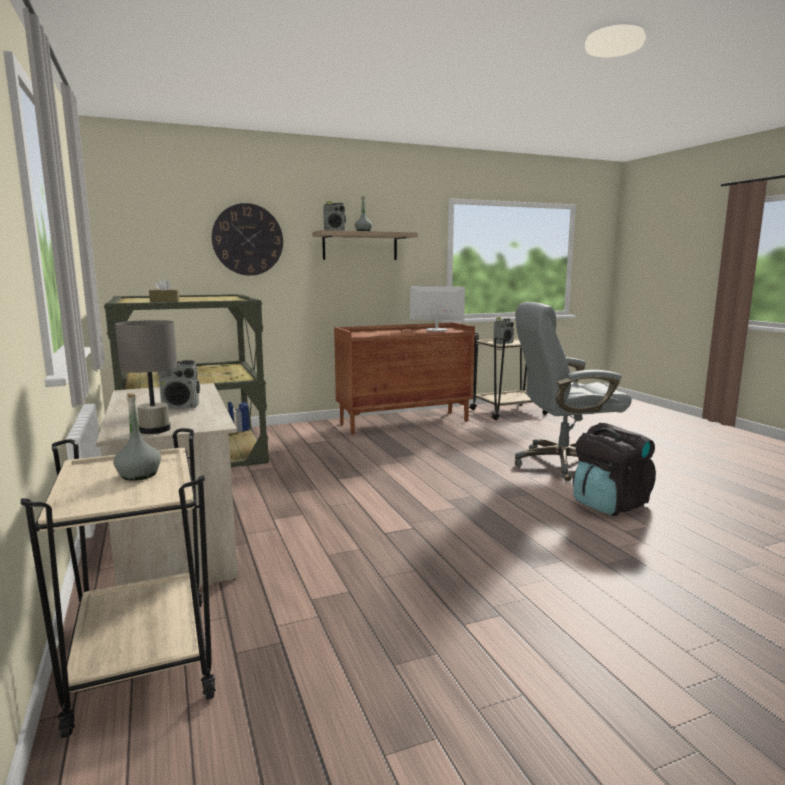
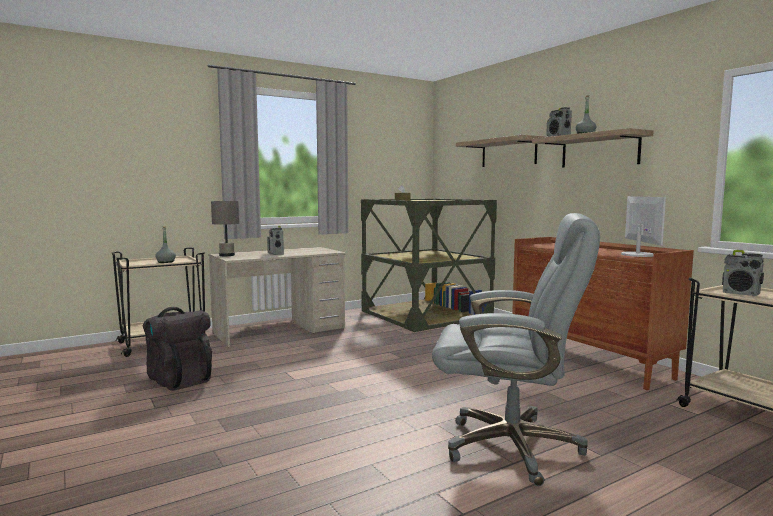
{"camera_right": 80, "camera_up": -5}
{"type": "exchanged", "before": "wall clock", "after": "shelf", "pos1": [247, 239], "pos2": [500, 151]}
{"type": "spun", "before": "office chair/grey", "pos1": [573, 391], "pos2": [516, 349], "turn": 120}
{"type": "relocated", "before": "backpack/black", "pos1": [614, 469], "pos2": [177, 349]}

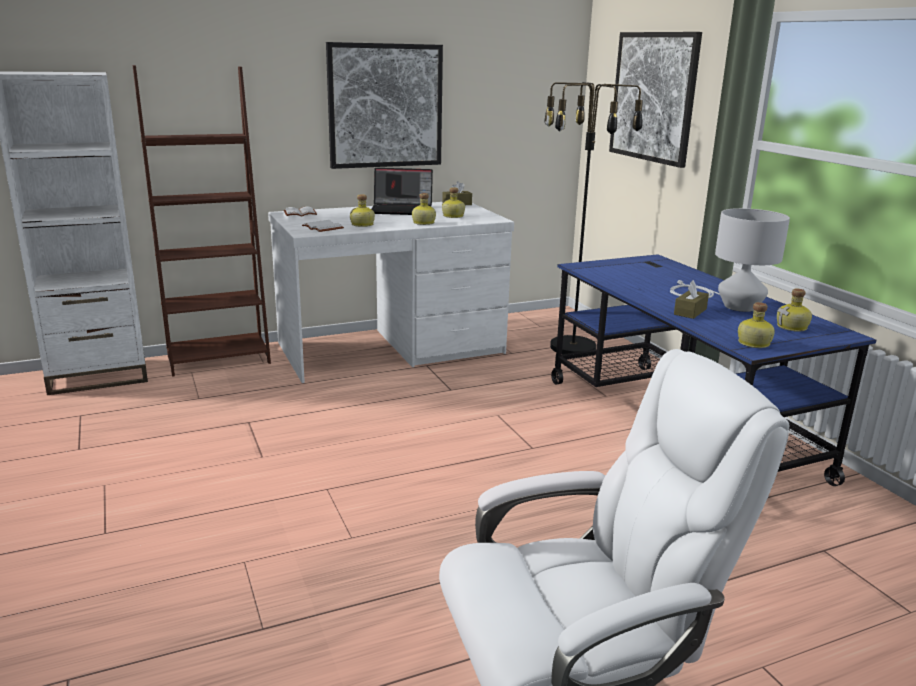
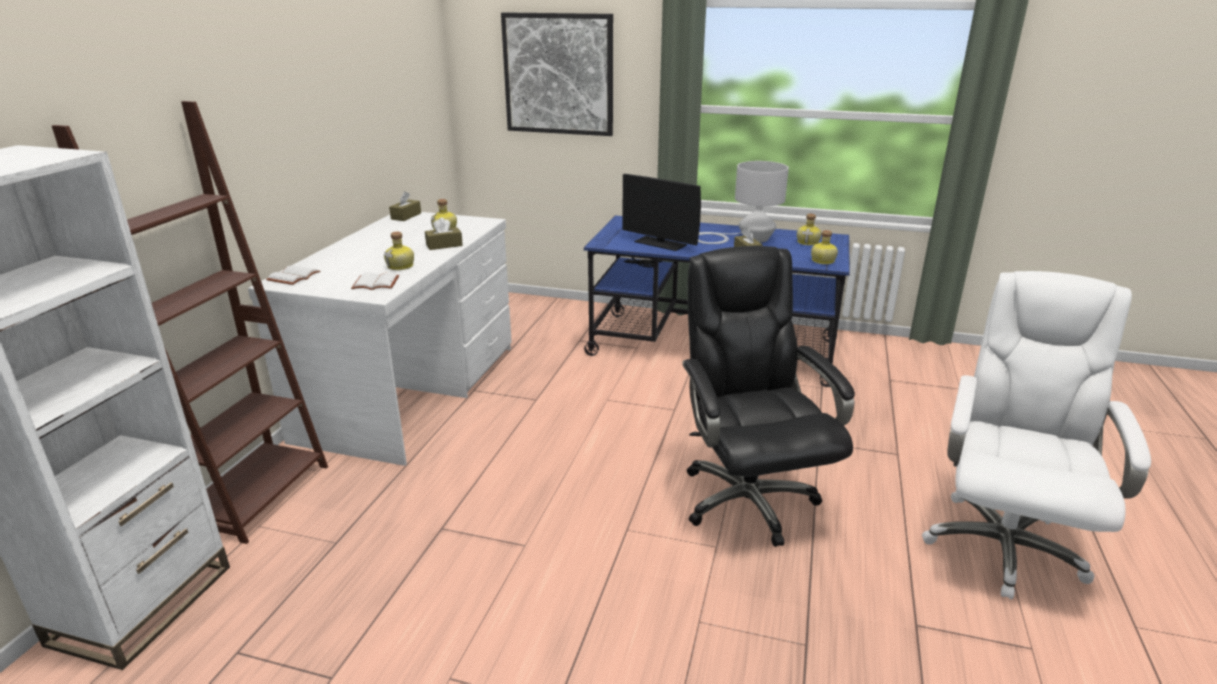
{"camera_right": -50, "camera_up": 5}
{"type": "missing", "before": "picture", "pos1": [384, 105]}
{"type": "missing", "before": "floor lamp", "pos1": [594, 218]}
{"type": "missing", "before": "laptop", "pos1": [402, 191]}
{"type": "exchanged", "before": "bottle", "after": "tissue box/brown", "pos1": [424, 209], "pos2": [444, 233]}
{"type": "appeared", "after": "monitor", "pos2": [661, 212]}
{"type": "appeared", "after": "office chair/black", "pos2": [769, 396]}

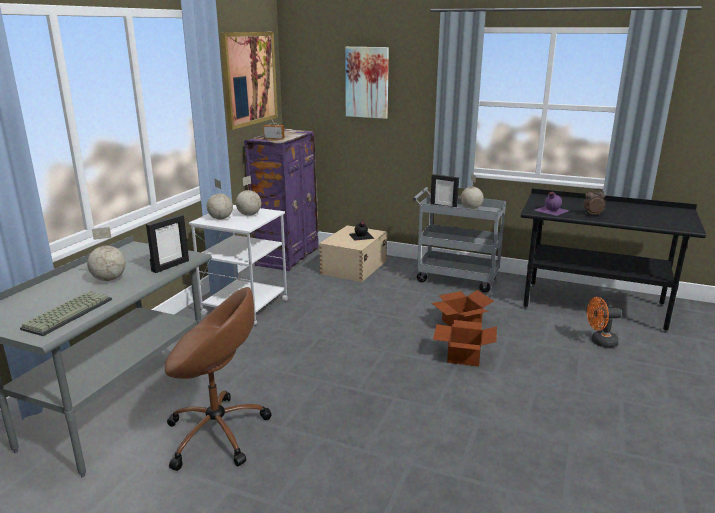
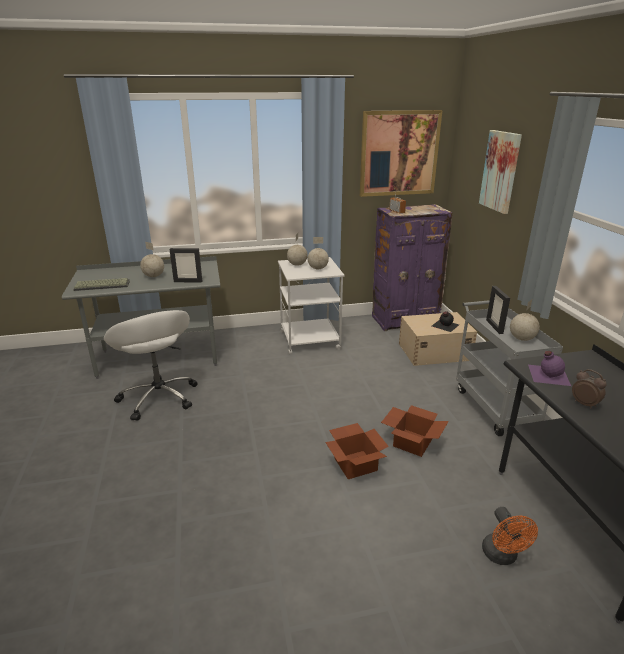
{"camera_right": 55, "camera_up": 5}
{"type": "colour", "before": "office chair/brown", "after": "office chair/white", "pos1": [218, 379], "pos2": [151, 365]}
{"type": "spun", "before": "fan/orange", "pos1": [604, 322], "pos2": [510, 536], "turn": -150}

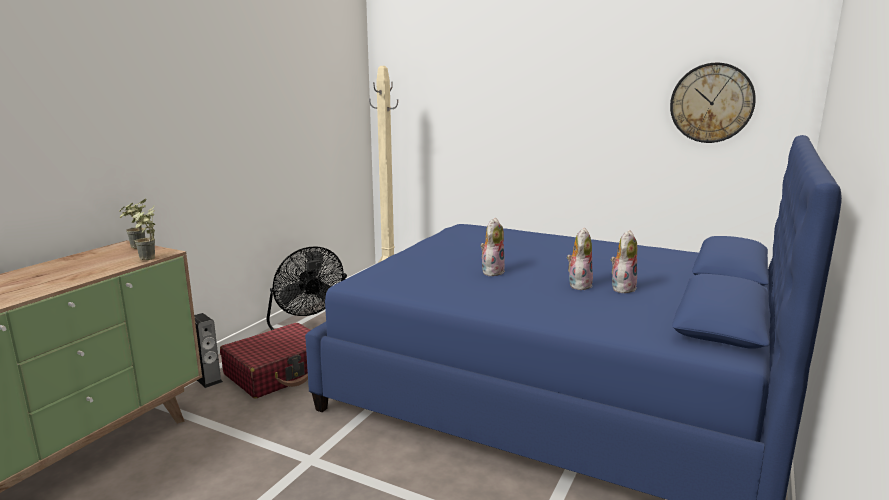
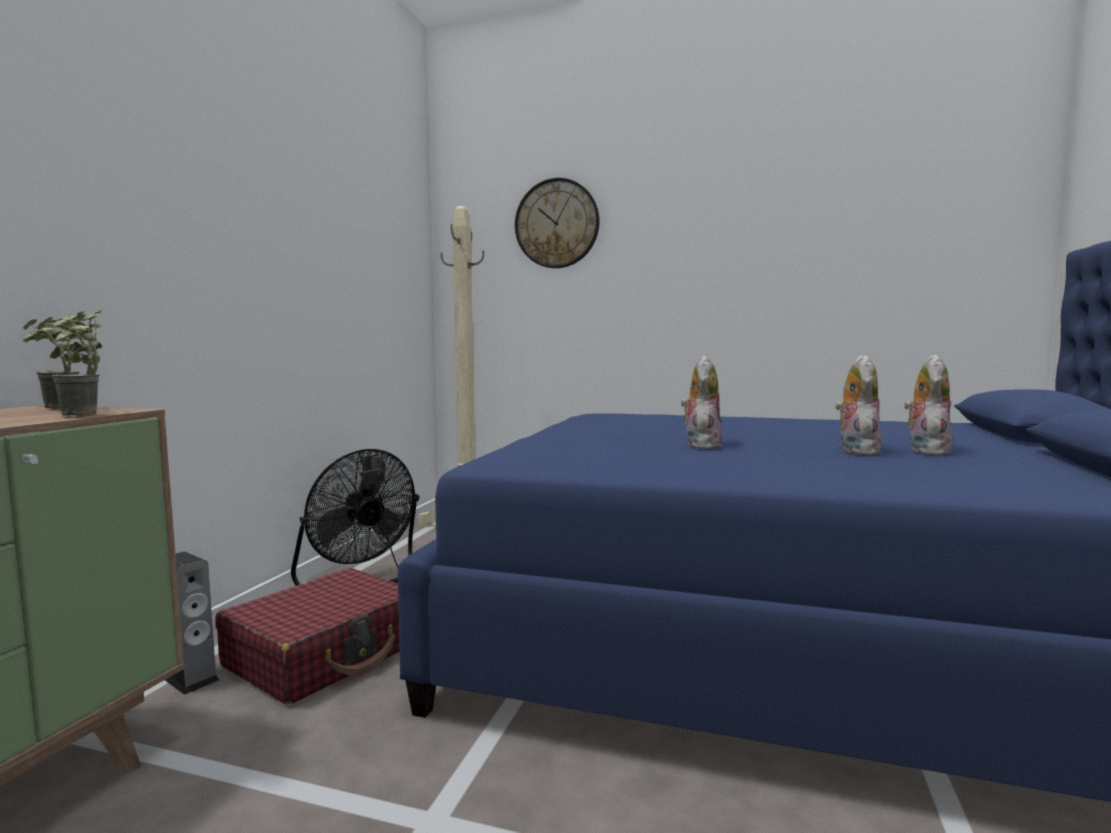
{"camera_right": -10, "camera_up": -10}
{"type": "relocated", "before": "wall clock", "pos1": [713, 102], "pos2": [557, 223]}

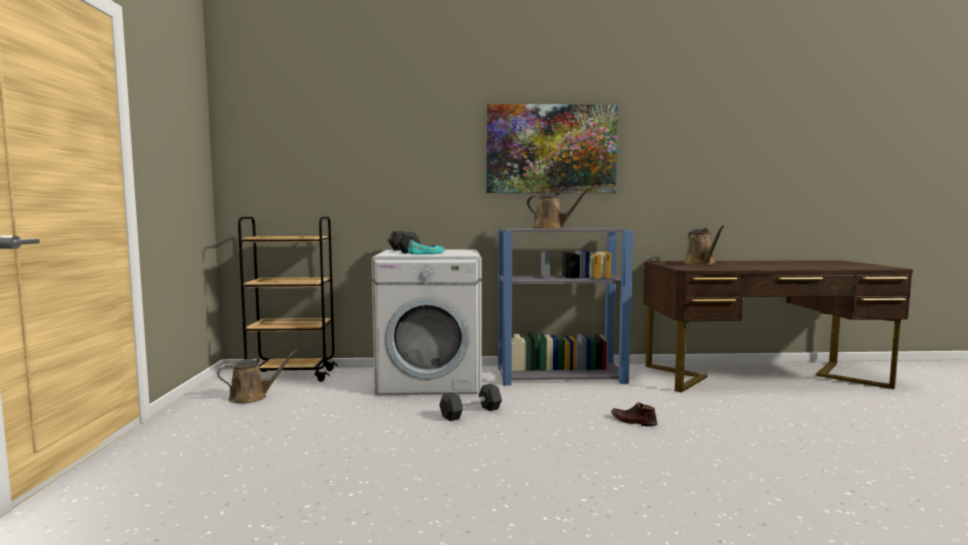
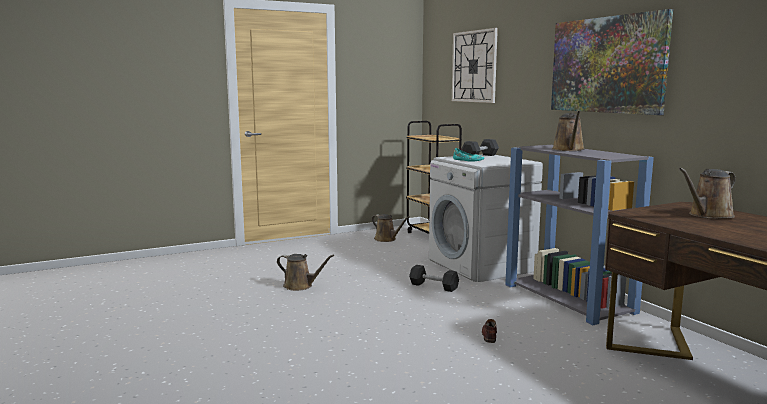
{"camera_right": 65, "camera_up": 5}
{"type": "appeared", "after": "wall clock", "pos2": [475, 65]}
{"type": "appeared", "after": "watering can/brown", "pos2": [305, 272]}

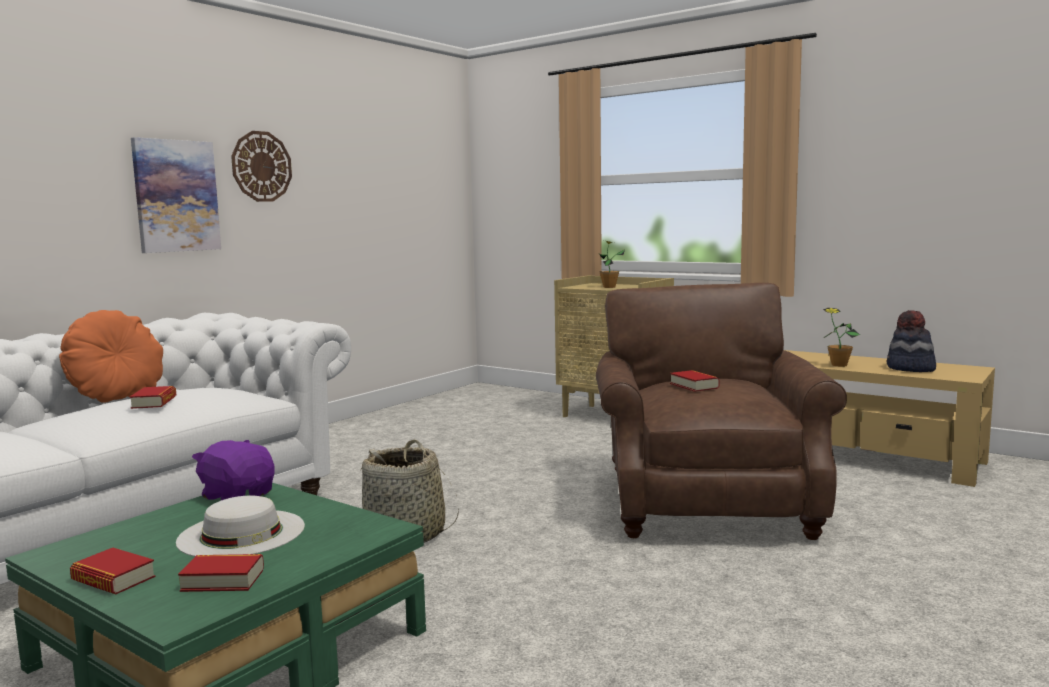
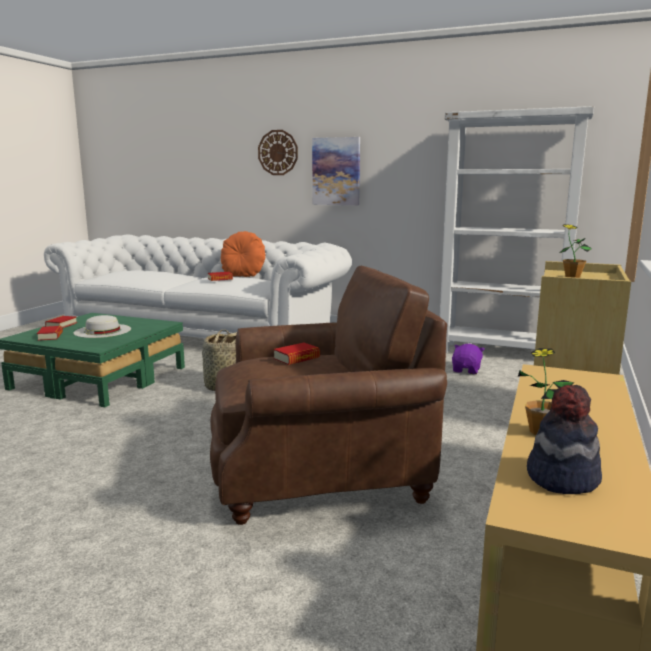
{"camera_right": 75, "camera_up": 5}
{"type": "relocated", "before": "wall clock", "pos1": [261, 166], "pos2": [278, 152]}
{"type": "relocated", "before": "plush toy/purple", "pos1": [233, 470], "pos2": [468, 359]}
{"type": "appeared", "after": "bookcase/white", "pos2": [517, 229]}

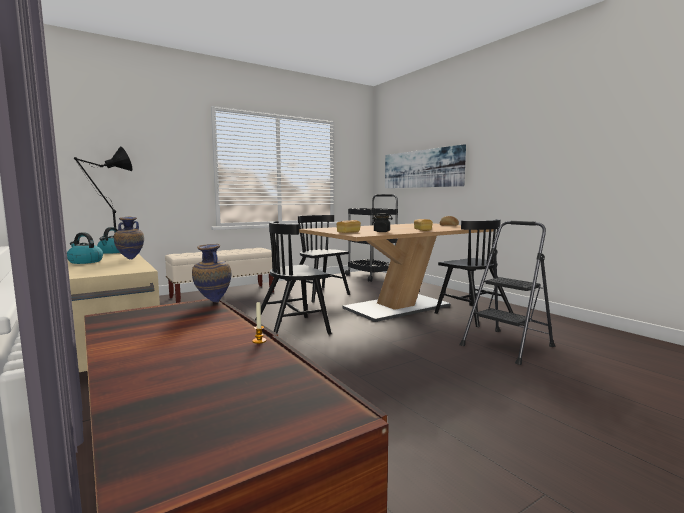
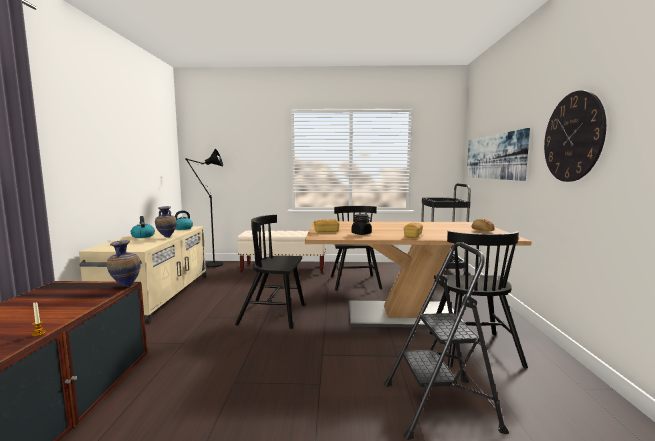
{"camera_right": 35, "camera_up": 0}
{"type": "appeared", "after": "wall clock", "pos2": [575, 136]}

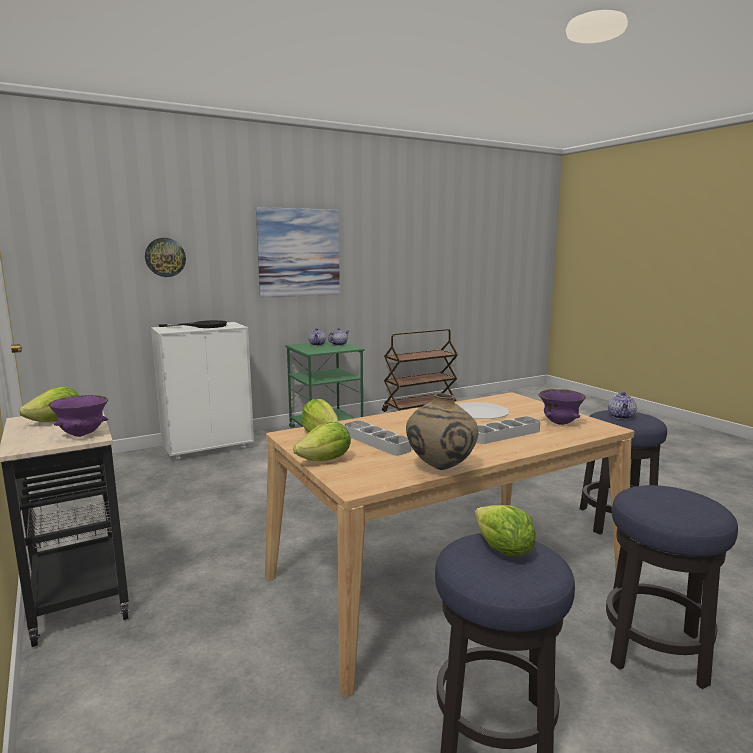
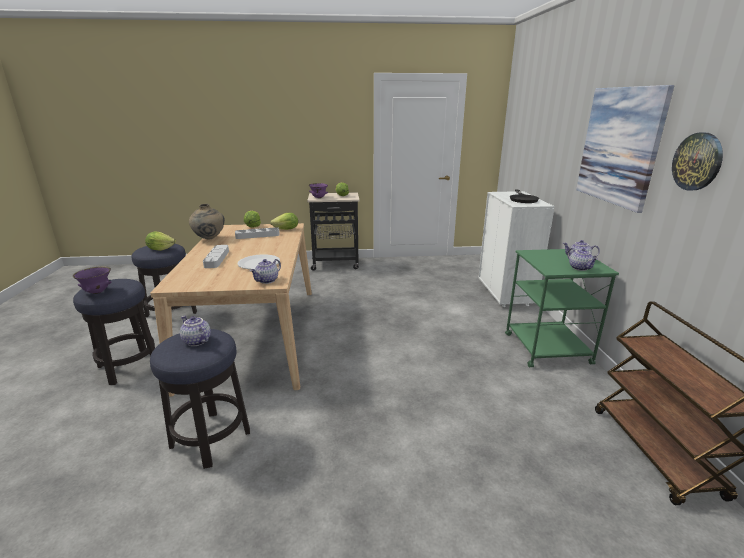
{"camera_right": 115, "camera_up": 10}
{"type": "relocated", "before": "wall clock", "pos1": [165, 257], "pos2": [697, 161]}
{"type": "relocated", "before": "bowl/purple", "pos1": [562, 407], "pos2": [92, 280]}
{"type": "appeared", "after": "teapot", "pos2": [265, 271]}

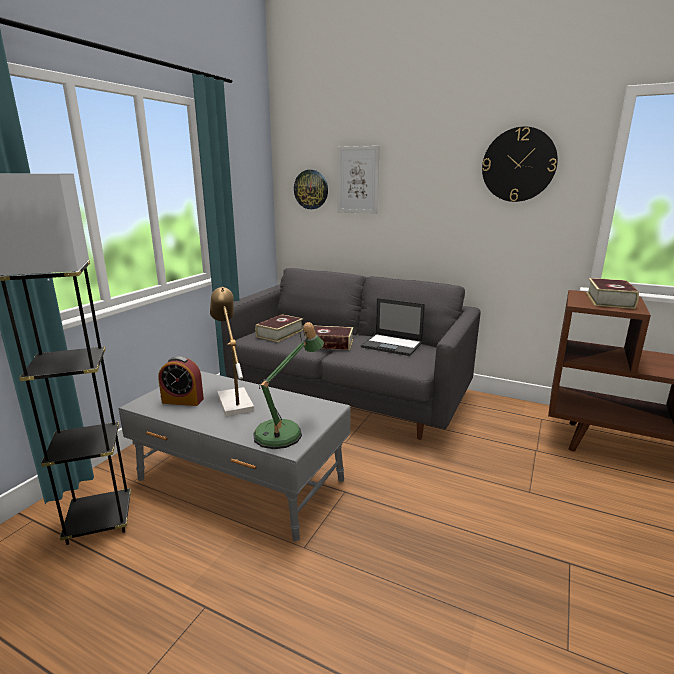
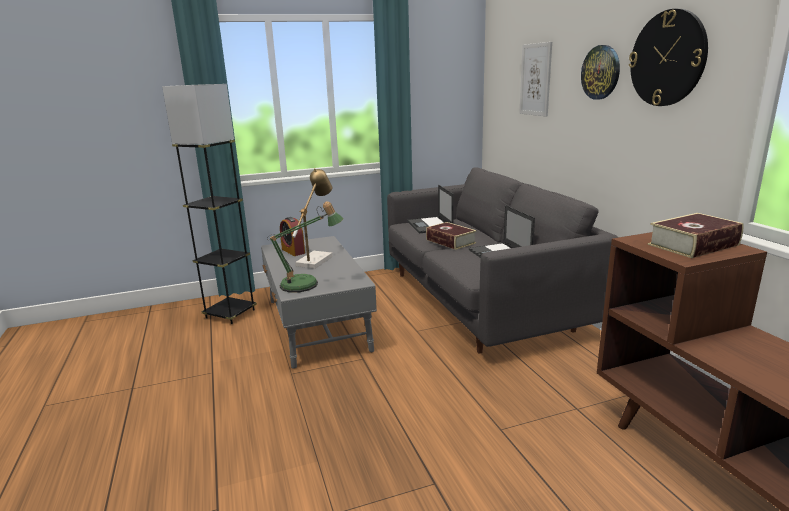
{"camera_right": 45, "camera_up": 0}
{"type": "relocated", "before": "wall clock", "pos1": [311, 189], "pos2": [600, 72]}
{"type": "exchanged", "before": "book", "after": "laptop", "pos1": [279, 328], "pos2": [430, 209]}

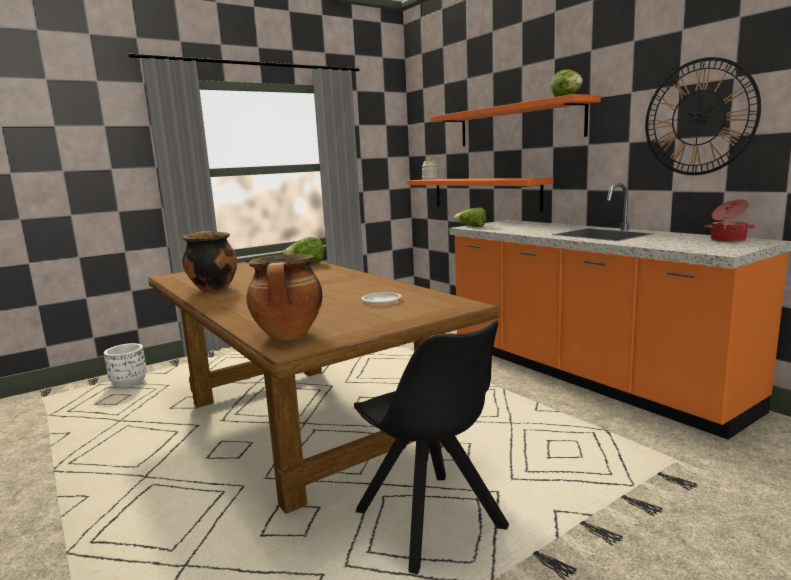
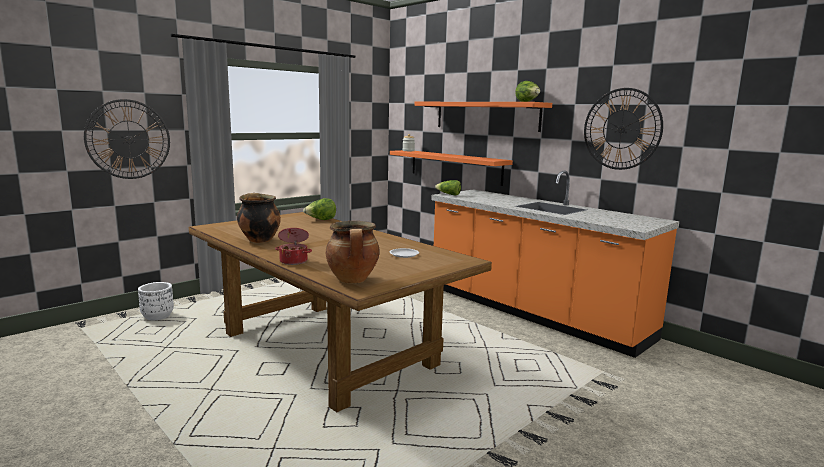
{"camera_right": -10, "camera_up": 0}
{"type": "relocated", "before": "cooking pot", "pos1": [729, 220], "pos2": [293, 246]}
{"type": "missing", "before": "chair/black", "pos1": [431, 447]}
{"type": "appeared", "after": "wall clock", "pos2": [127, 139]}

